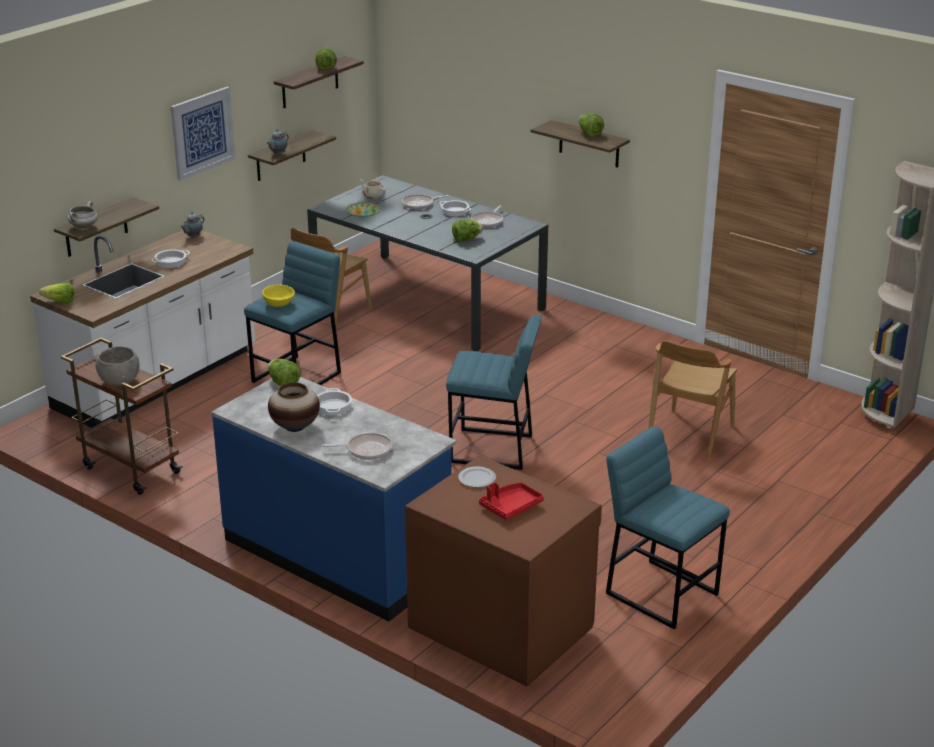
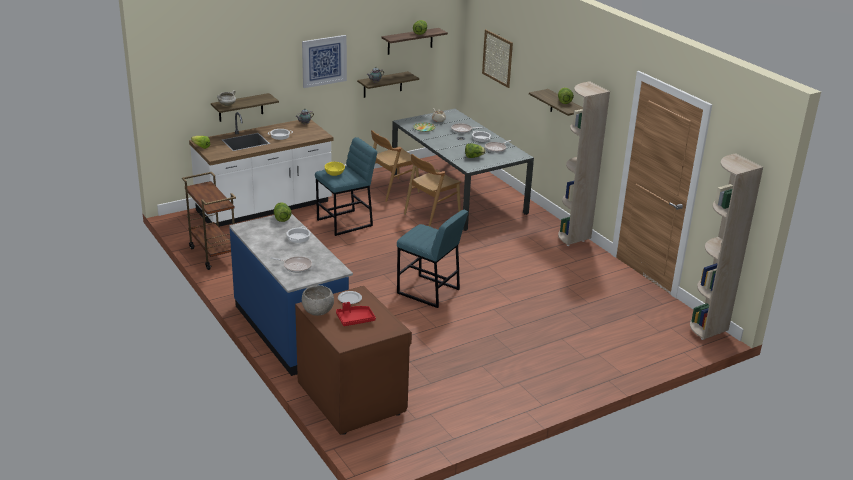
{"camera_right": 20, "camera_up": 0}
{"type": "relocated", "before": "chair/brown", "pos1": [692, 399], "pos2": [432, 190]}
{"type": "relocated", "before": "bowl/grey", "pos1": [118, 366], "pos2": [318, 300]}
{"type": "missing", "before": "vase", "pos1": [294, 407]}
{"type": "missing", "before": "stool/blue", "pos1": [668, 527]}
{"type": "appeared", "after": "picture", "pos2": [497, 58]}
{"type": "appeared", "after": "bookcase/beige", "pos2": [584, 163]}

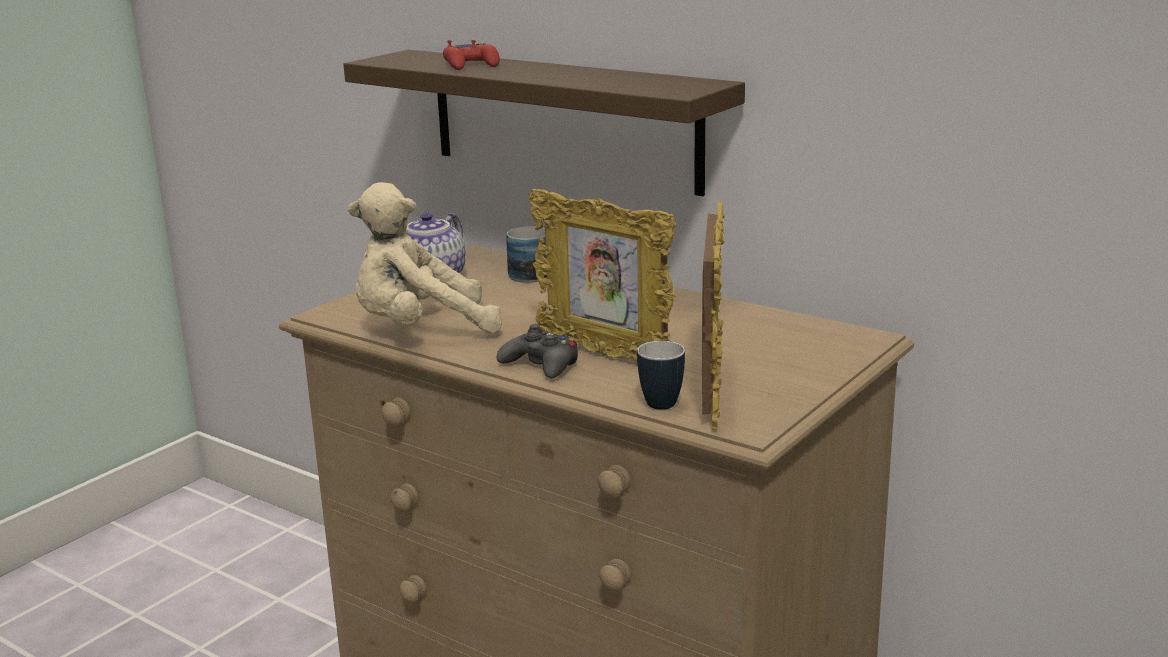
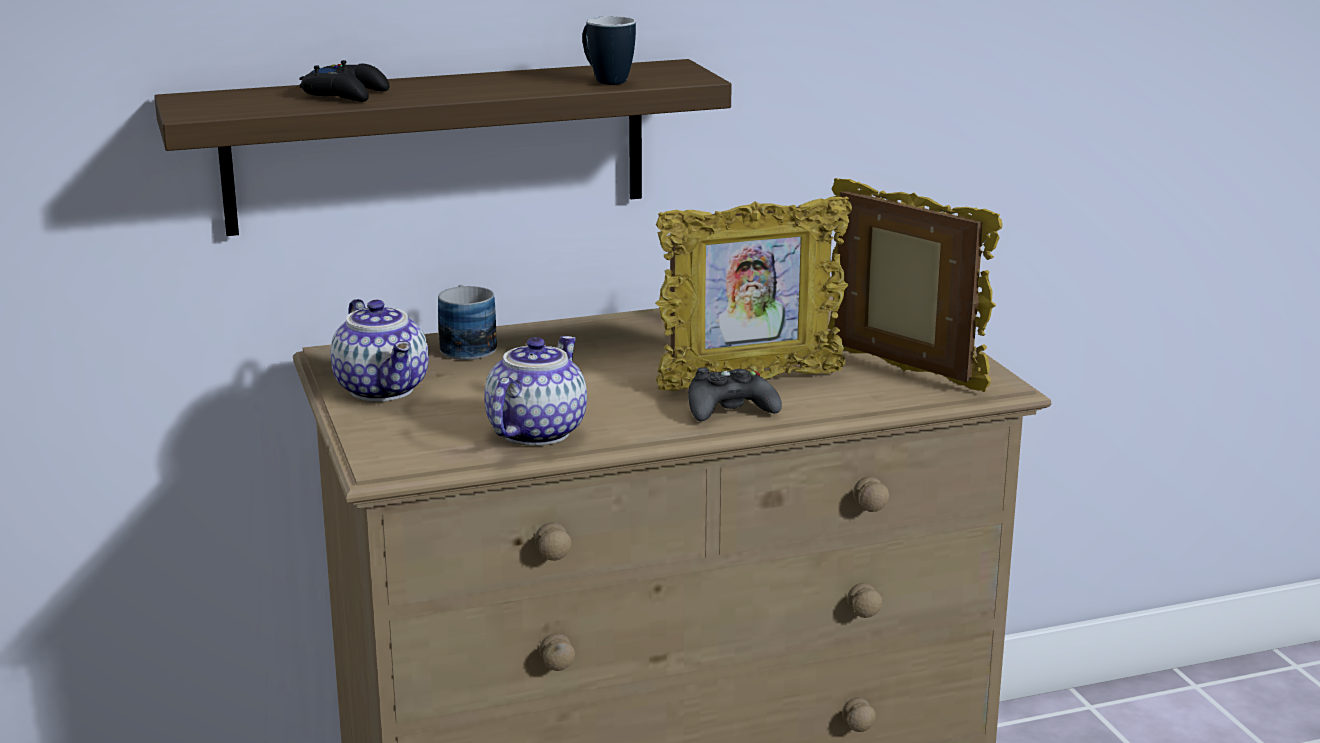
{"camera_right": -55, "camera_up": 0}
{"type": "colour", "before": "game controller/red", "after": "game controller/black", "pos1": [471, 55], "pos2": [345, 81]}
{"type": "exchanged", "before": "plush toy/beige", "after": "teapot", "pos1": [425, 258], "pos2": [535, 391]}
{"type": "relocated", "before": "mug", "pos1": [661, 375], "pos2": [609, 50]}

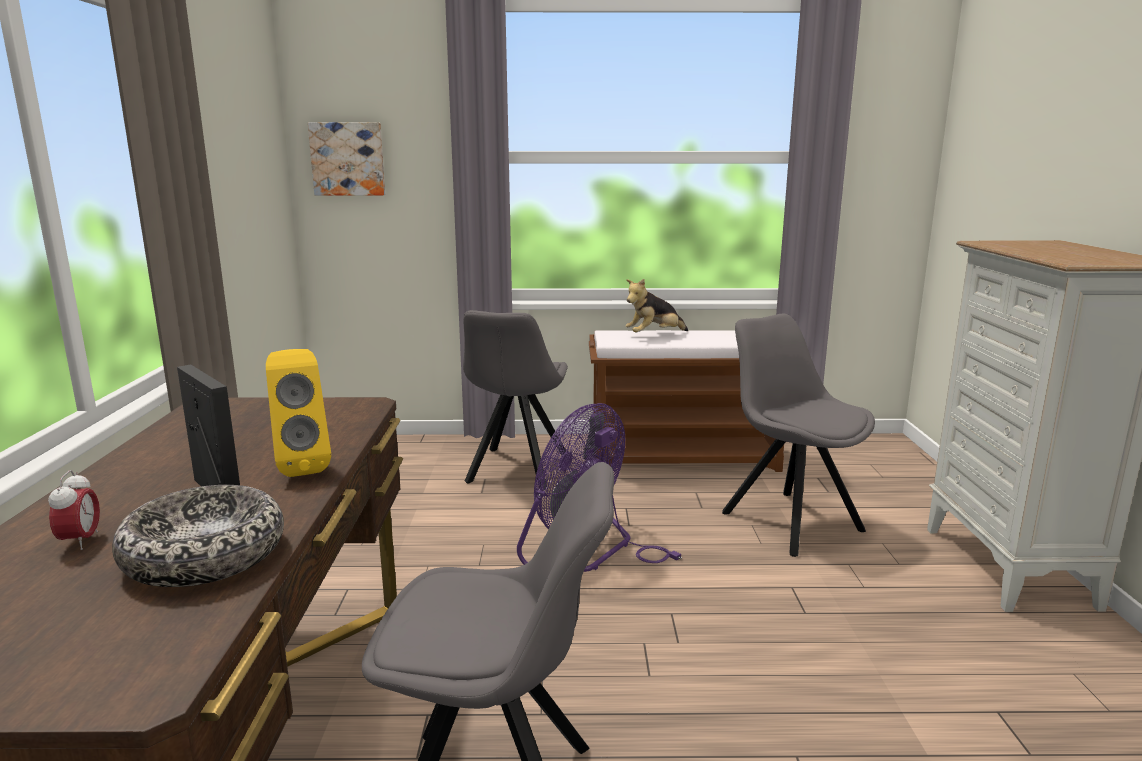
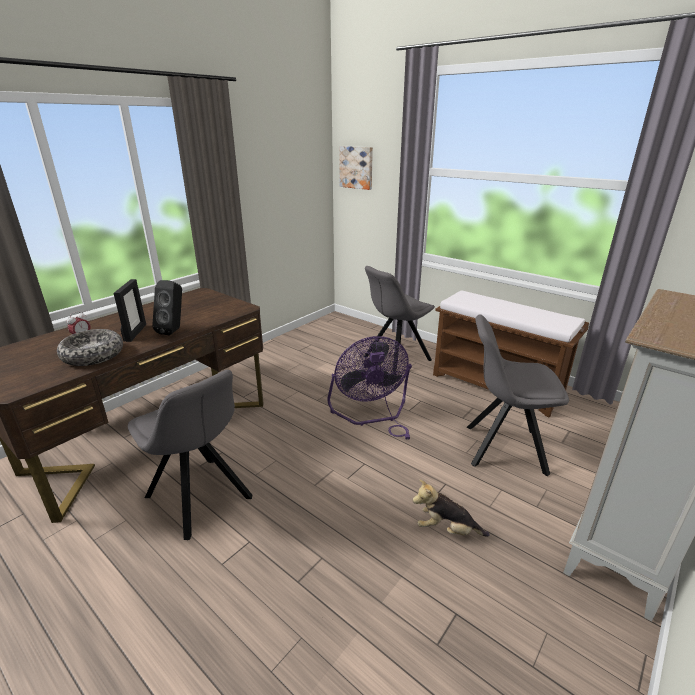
{"camera_right": 40, "camera_up": 10}
{"type": "relocated", "before": "plush toy", "pos1": [656, 305], "pos2": [450, 508]}
{"type": "spun", "before": "chair/grey", "pos1": [798, 435], "pos2": [518, 395], "turn": -90}
{"type": "colour", "before": "speaker/yellow", "after": "speaker/black", "pos1": [298, 413], "pos2": [167, 307]}

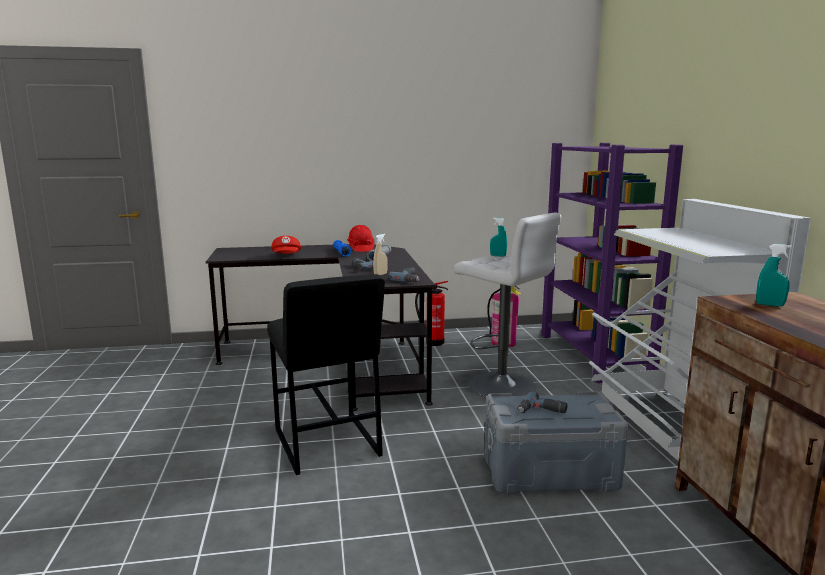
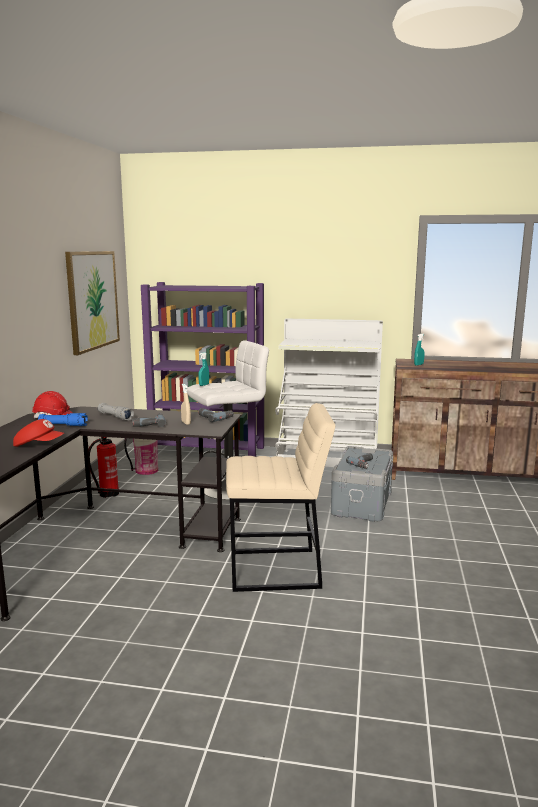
{"camera_right": -70, "camera_up": 0}
{"type": "colour", "before": "chair/black", "after": "chair/beige", "pos1": [326, 374], "pos2": [280, 497]}
{"type": "appeared", "after": "picture", "pos2": [92, 303]}

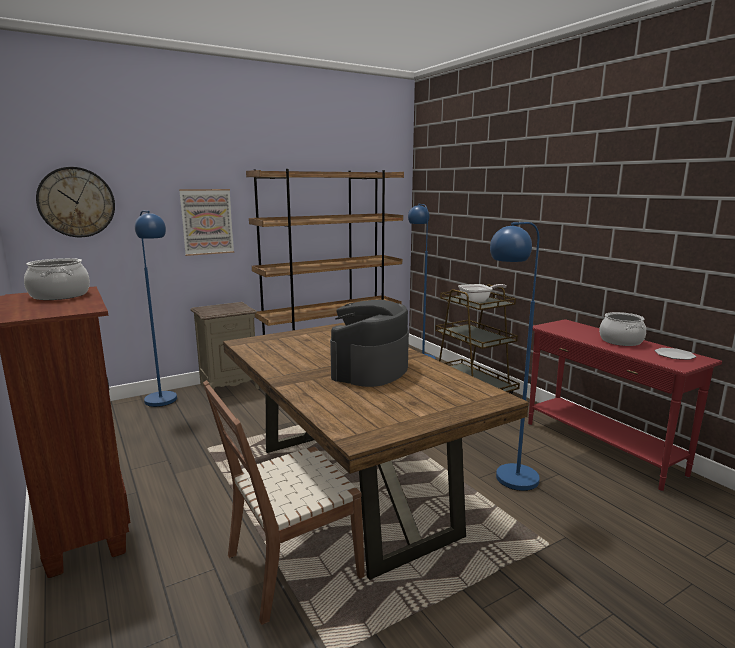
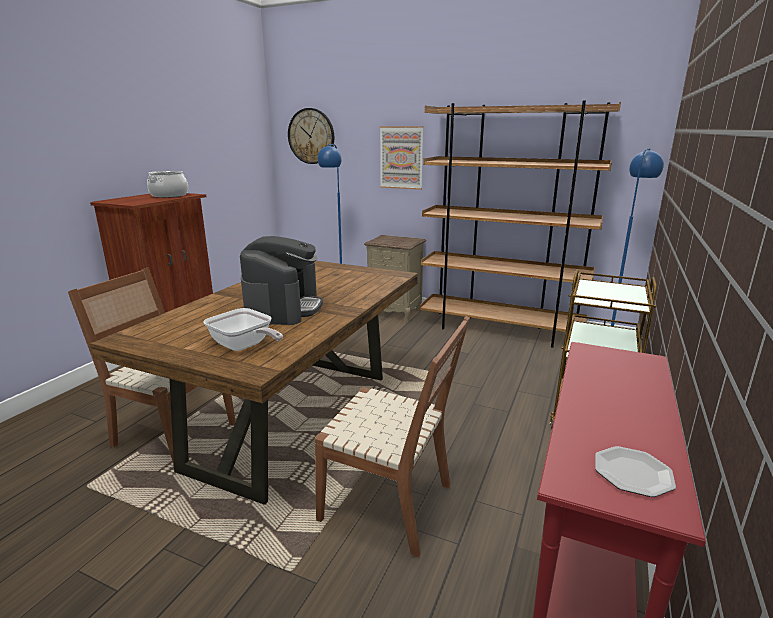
{"camera_right": 55, "camera_up": 5}
{"type": "exchanged", "before": "floor lamp/blue", "after": "chair", "pos1": [515, 356], "pos2": [392, 437]}
{"type": "relocated", "before": "frying pan", "pos1": [482, 293], "pos2": [243, 329]}
{"type": "spun", "before": "coffee machine", "pos1": [369, 343], "pos2": [281, 280], "turn": 105}
{"type": "missing", "before": "cooking pot", "pos1": [622, 329]}

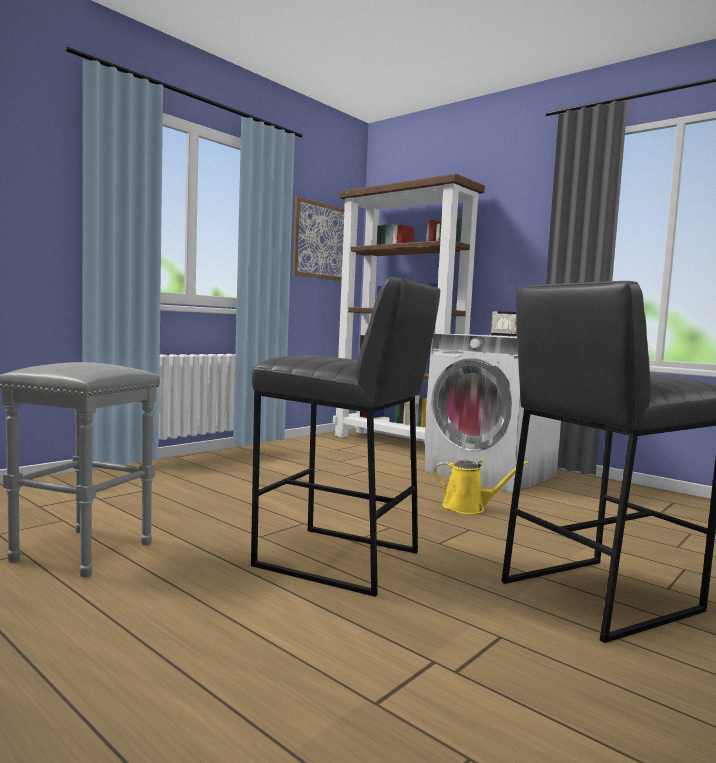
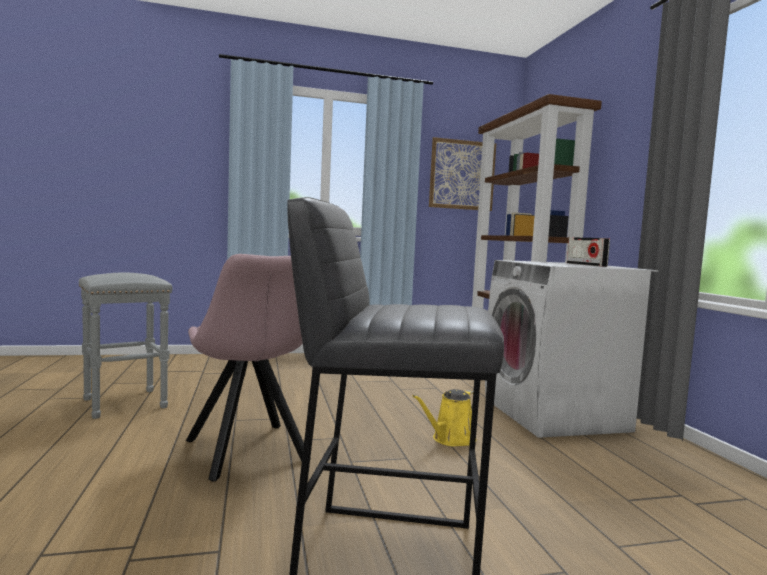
{"camera_right": 35, "camera_up": 0}
{"type": "exchanged", "before": "stool/grey", "after": "chair/pink", "pos1": [346, 437], "pos2": [248, 368]}
{"type": "spun", "before": "watering can/yellow", "pos1": [481, 487], "pos2": [442, 417], "turn": 90}

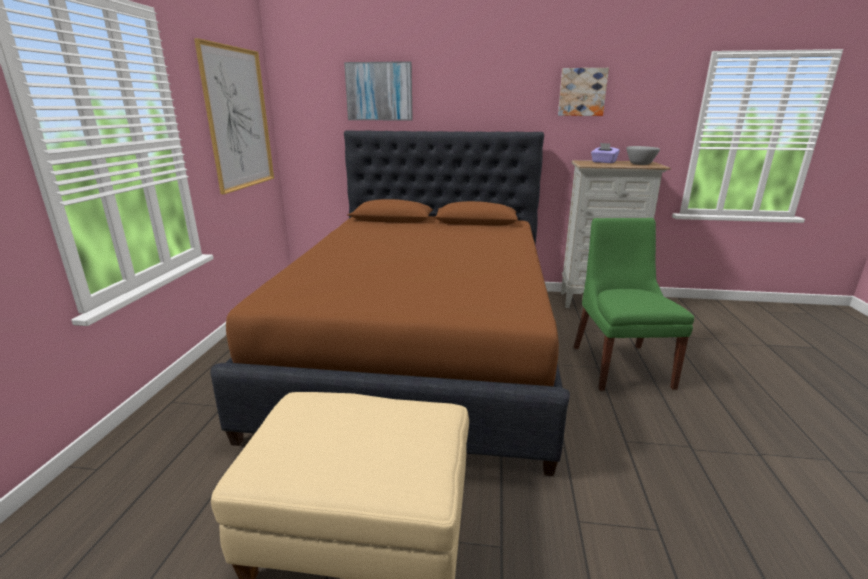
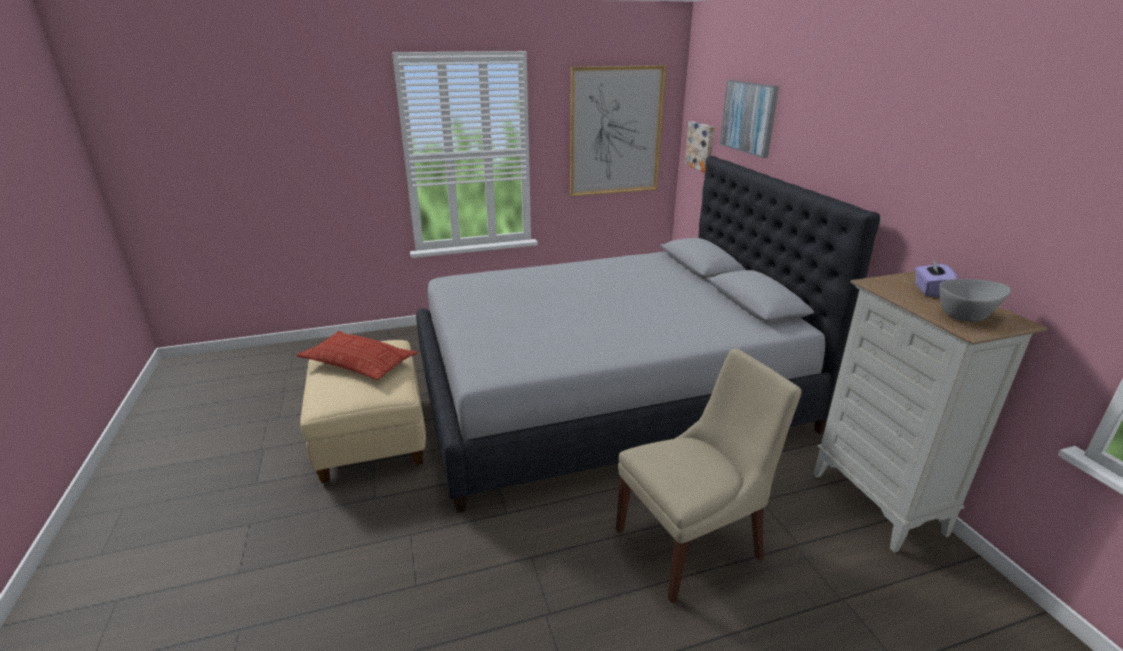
{"camera_right": 65, "camera_up": 5}
{"type": "relocated", "before": "picture", "pos1": [583, 92], "pos2": [700, 147]}
{"type": "colour", "before": "bed/brown", "after": "bed/grey", "pos1": [390, 303], "pos2": [648, 334]}
{"type": "colour", "before": "chair/green", "after": "chair/beige", "pos1": [634, 304], "pos2": [708, 475]}
{"type": "appeared", "after": "pillow", "pos2": [357, 355]}

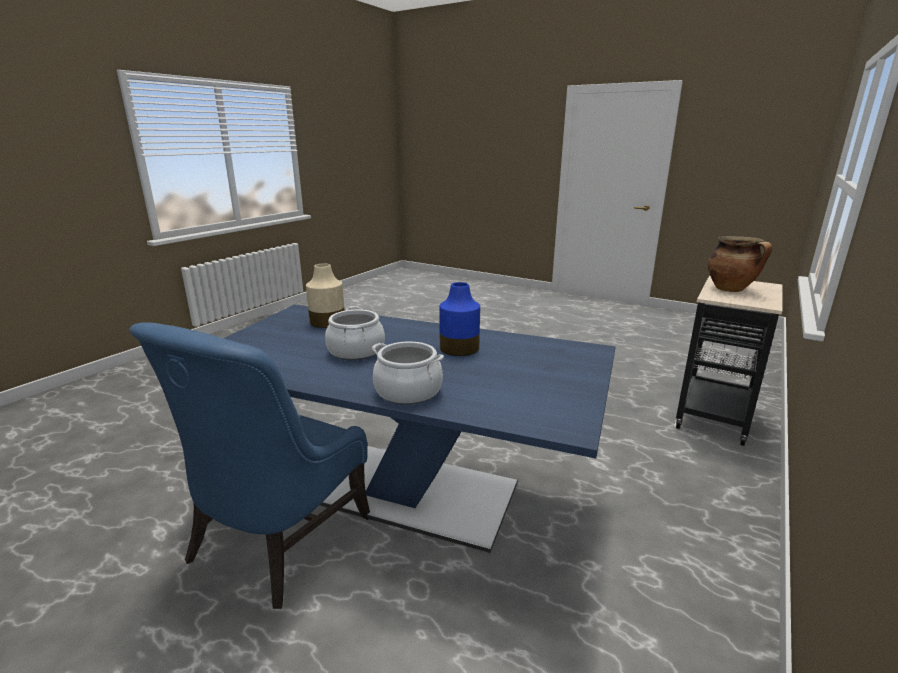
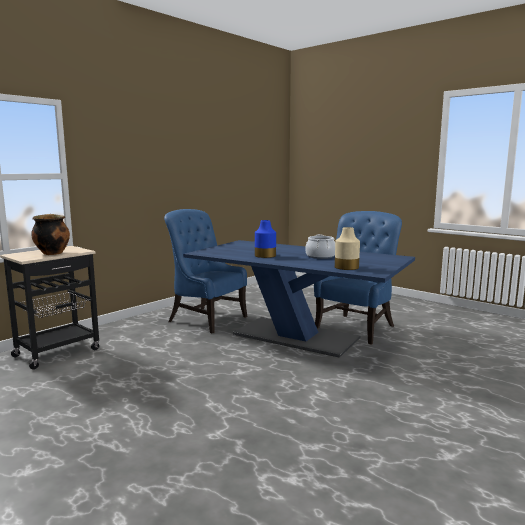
{"camera_right": -170, "camera_up": -10}
{"type": "missing", "before": "cooking pot", "pos1": [408, 373]}
{"type": "appeared", "after": "chair/blue", "pos2": [205, 271]}

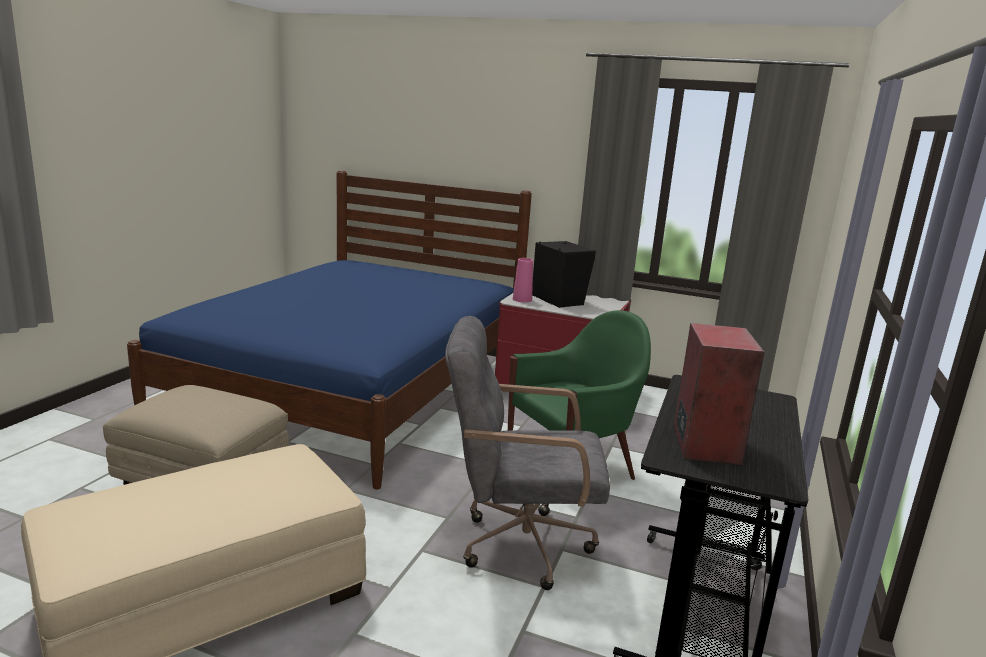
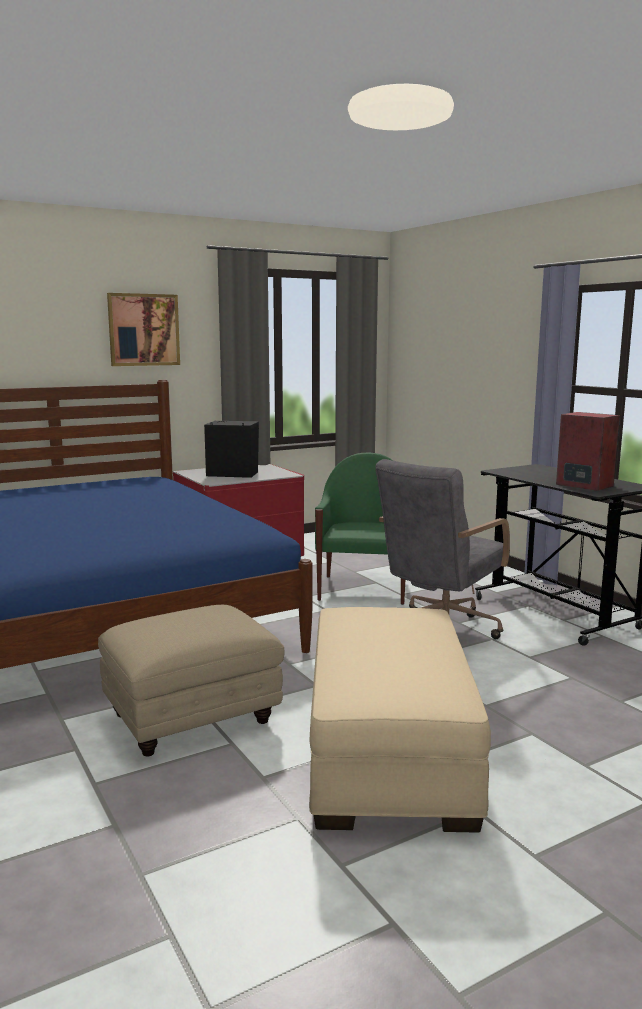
{"camera_right": -50, "camera_up": -5}
{"type": "missing", "before": "vase/pink", "pos1": [523, 280]}
{"type": "appeared", "after": "picture", "pos2": [143, 329]}

